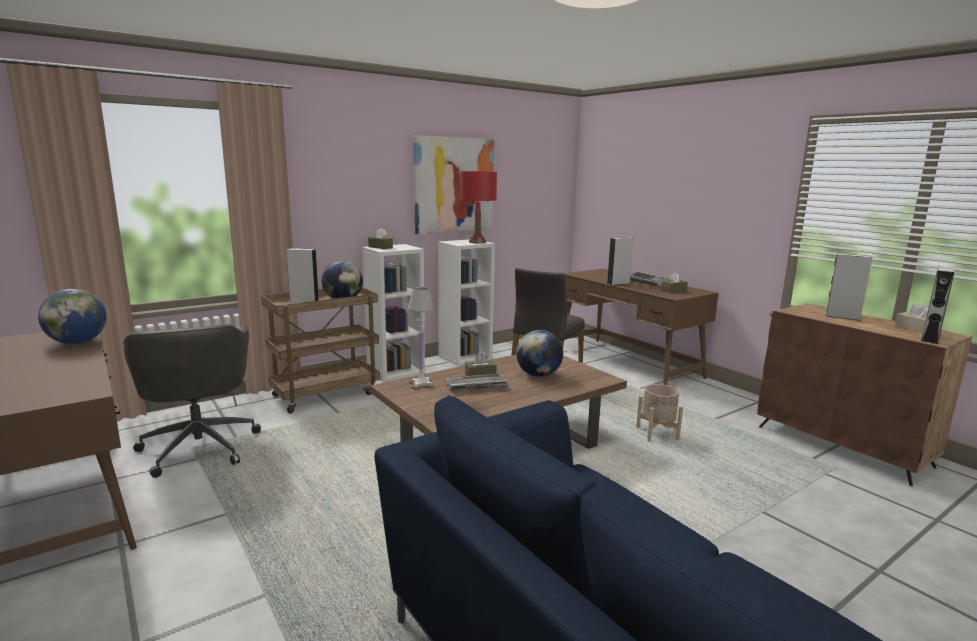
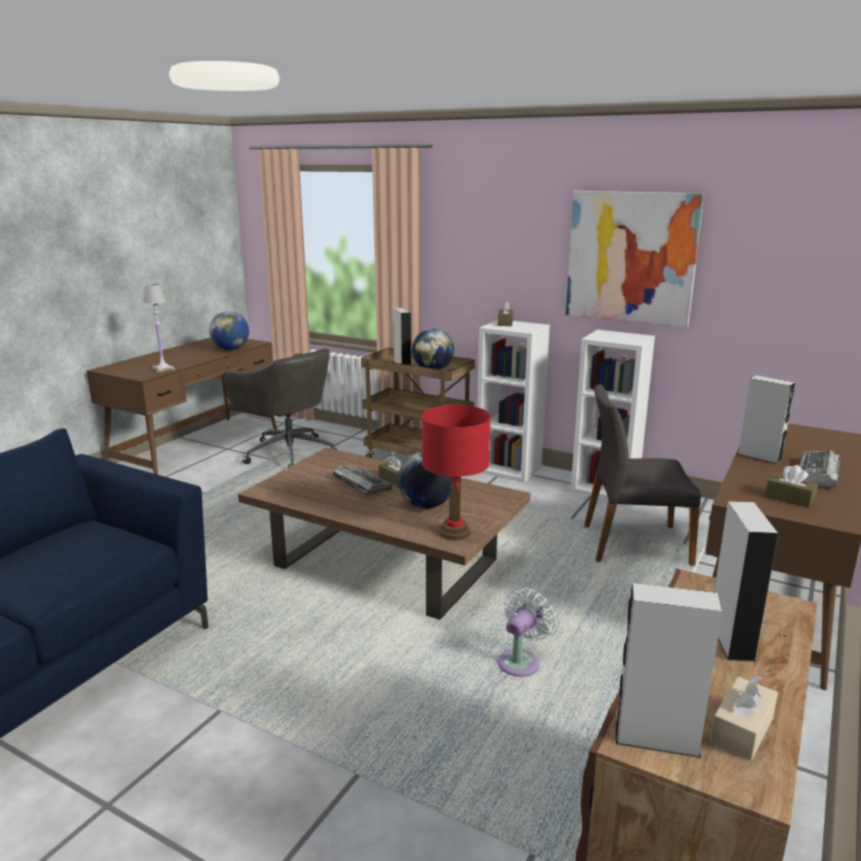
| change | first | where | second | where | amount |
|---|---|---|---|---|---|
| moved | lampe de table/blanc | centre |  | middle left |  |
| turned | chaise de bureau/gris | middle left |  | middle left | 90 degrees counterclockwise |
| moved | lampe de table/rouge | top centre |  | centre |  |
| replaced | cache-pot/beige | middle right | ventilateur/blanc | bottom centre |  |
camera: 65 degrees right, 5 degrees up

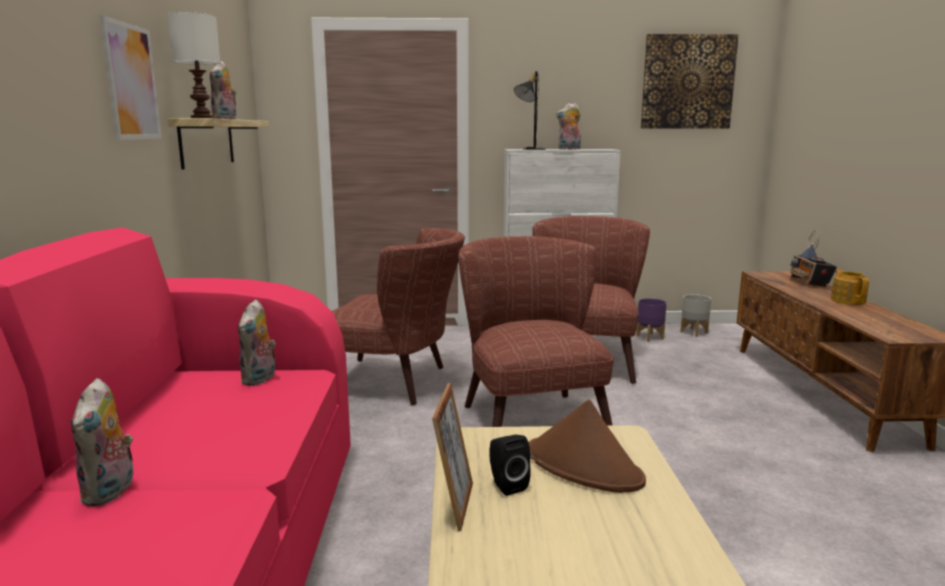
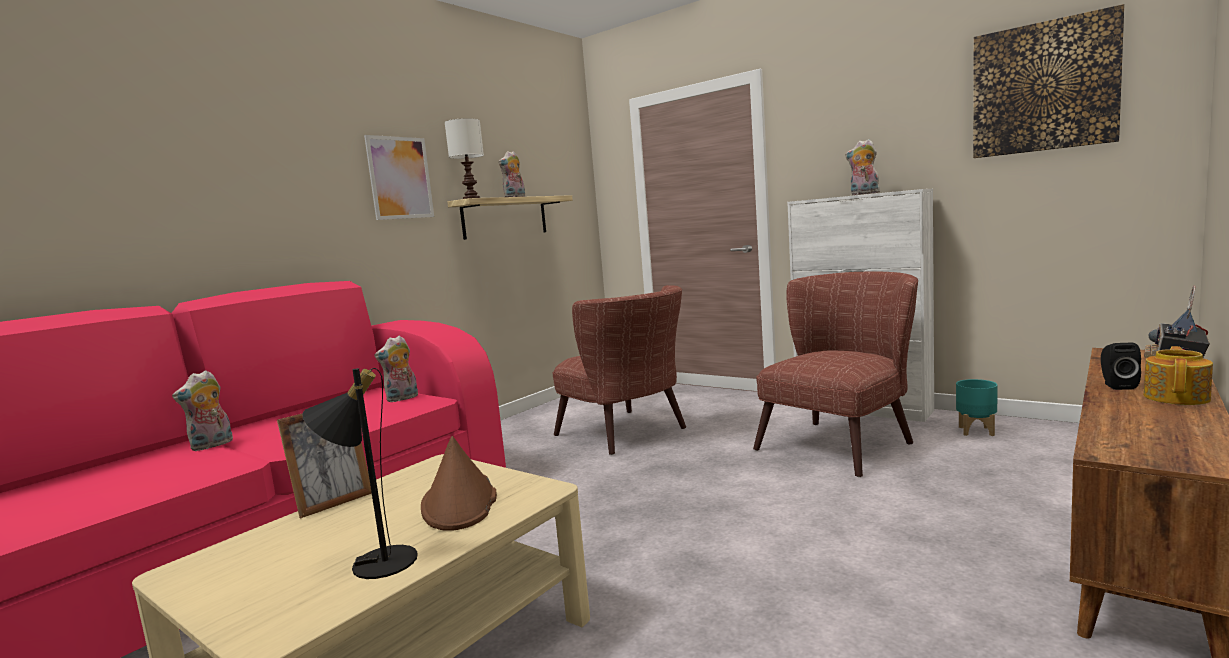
| change | first | where | second | where | amount |
|---|---|---|---|---|---|
| moved | lampe de table/noir | top centre |  | bottom left |  |
| recoloured | cache-pot/violet | middle right | cache-pot/turquoise | middle right |  |
| moved | enceinte/noir | bottom centre |  | middle right |  |
| removed | fauteuil/marron (2nd from left) | centre |  |  |  |
| removed | cache-pot/gris | middle right |  |  |  |
camera: 40 degrees right, 5 degrees down

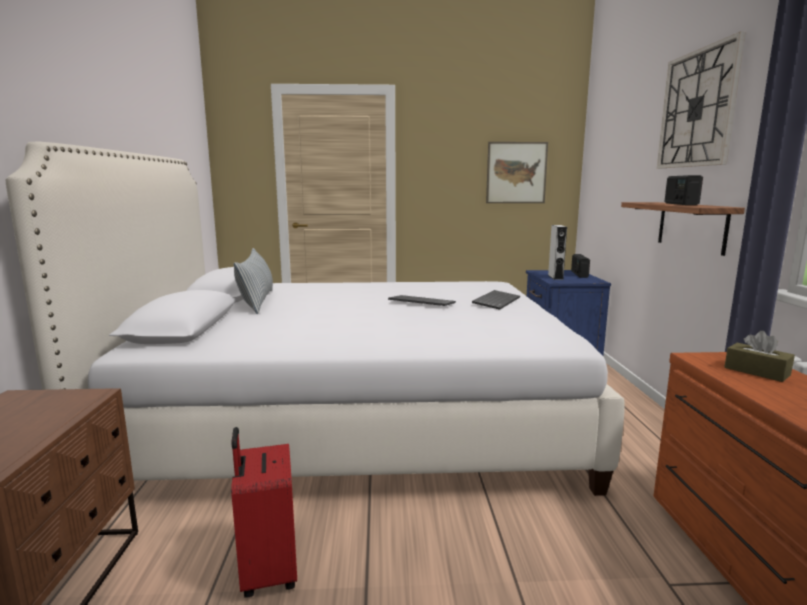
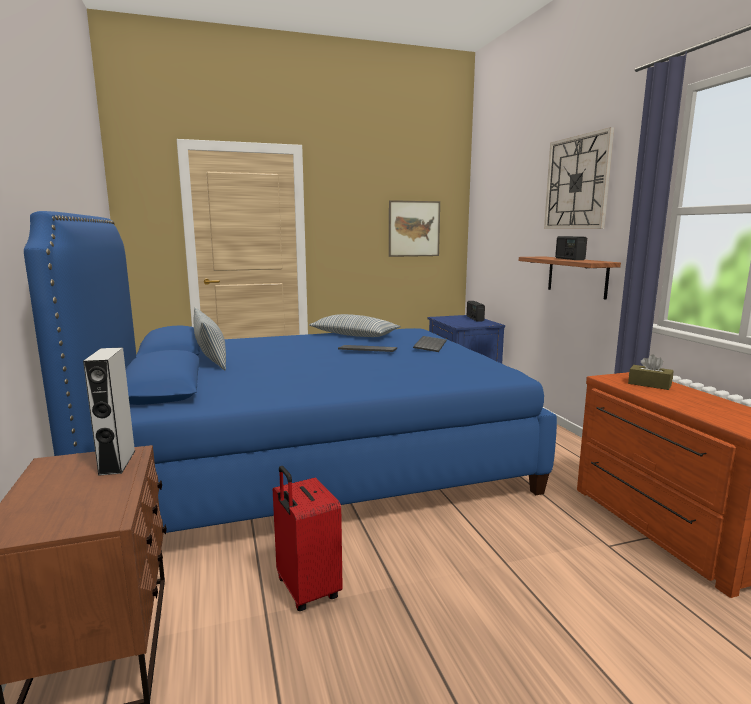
| change | first | where | second | where | amount |
|---|---|---|---|---|---|
| recoloured | lit/blanc | centre | lit/bleu | centre |  |
| moved | enceinte/gris | middle right |  | middle left |  |
| added |  |  | coussin (2nd from left) | centre |  |
camera: 15 degrees left, 0 degrees up

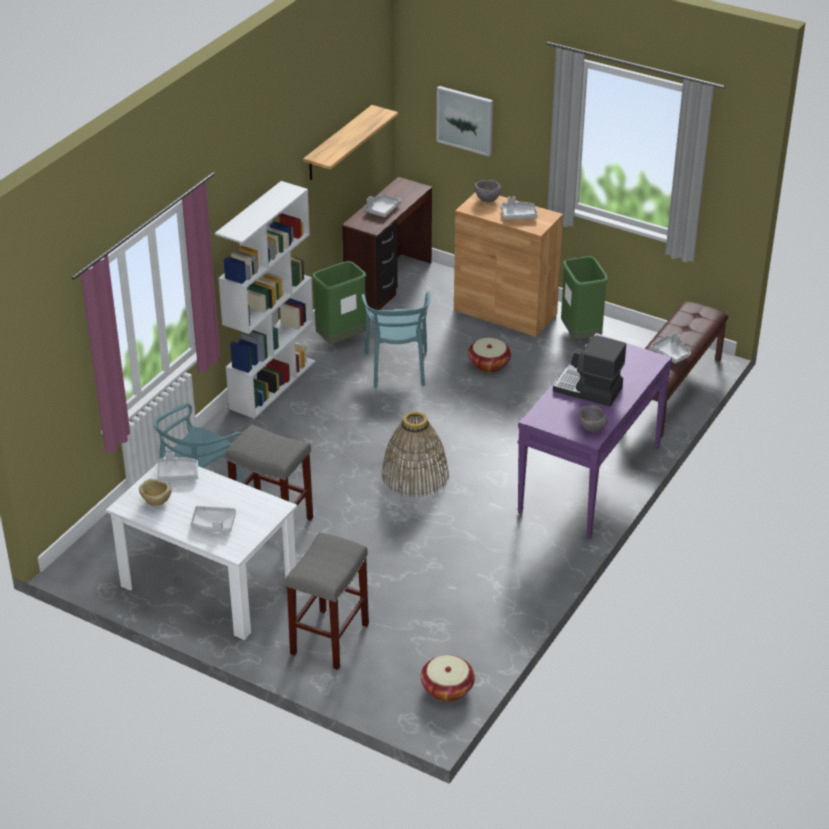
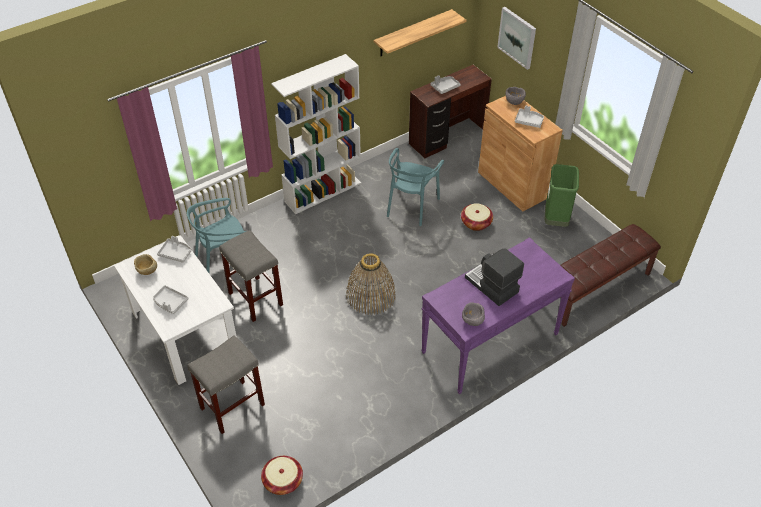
| change | first | where | second | where | amount |
|---|---|---|---|---|---|
| removed | poubelle/vert (1st from left) | centre |  |  |  |
| removed | plateau/gris (5th from left) | middle right |  |  |  |
camera: 25 degrees right, 10 degrees up

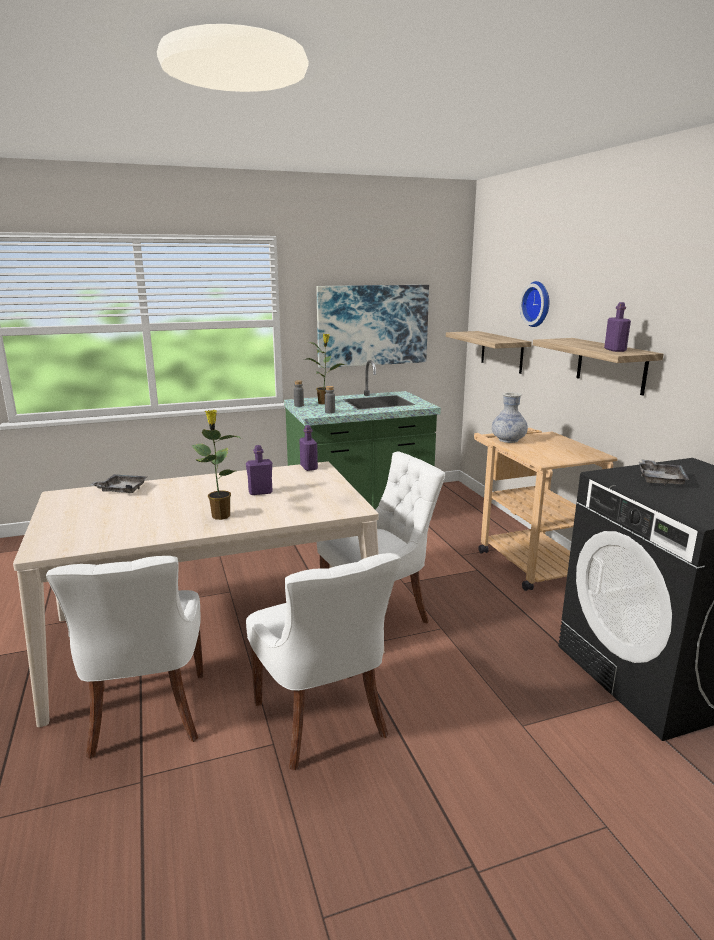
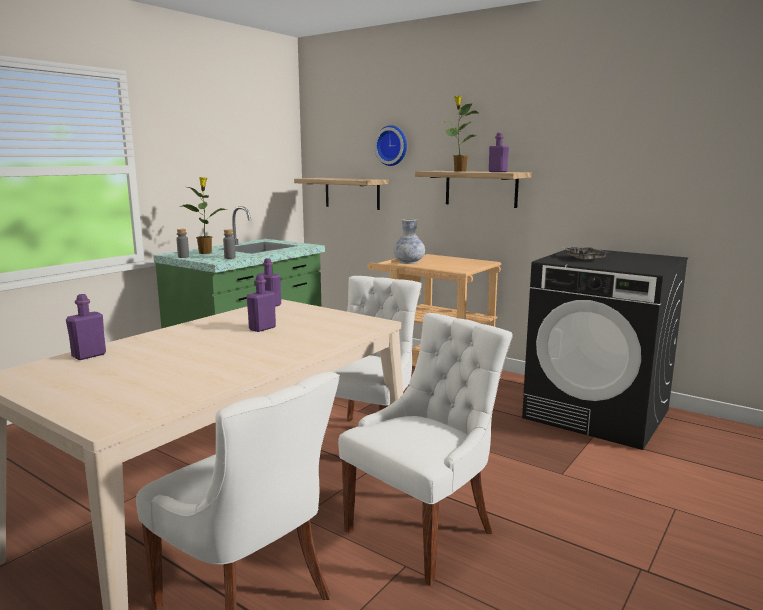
| change | first | where | second | where | amount |
|---|---|---|---|---|---|
| replaced | plateau/gris (1st from left) | middle left | bouteille/violet (1st from left) | middle left |  |
| turned | chaise/blanc (2nd from left in the first image) | bottom centre | chaise/blanc (3rd from left) | bottom centre | 75 degrees counterclockwise |
| moved | plante en pot (1st from left in the first image) | middle left | plante en pot (2nd from left) | top centre |  |
| removed | tableau | centre |  |  |  |
camera: 35 degrees left, 5 degrees down

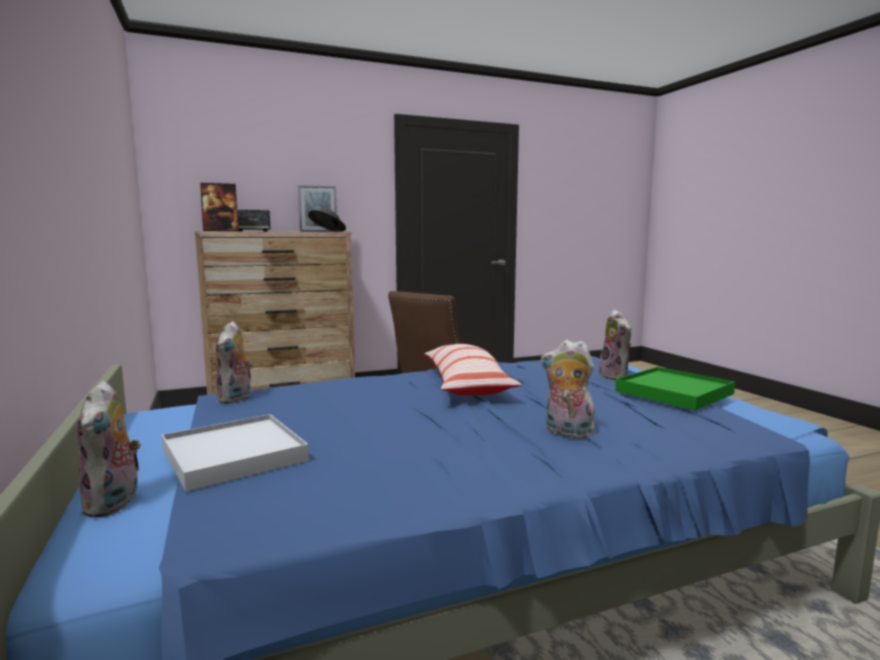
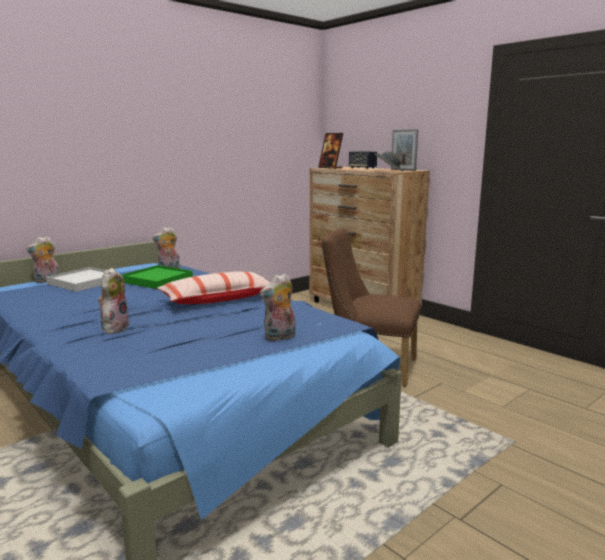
| change | first | where | second | where | amount |
|---|---|---|---|---|---|
| moved | plateau/vert | middle right |  | middle left |  |
camera: 70 degrees right, 5 degrees up

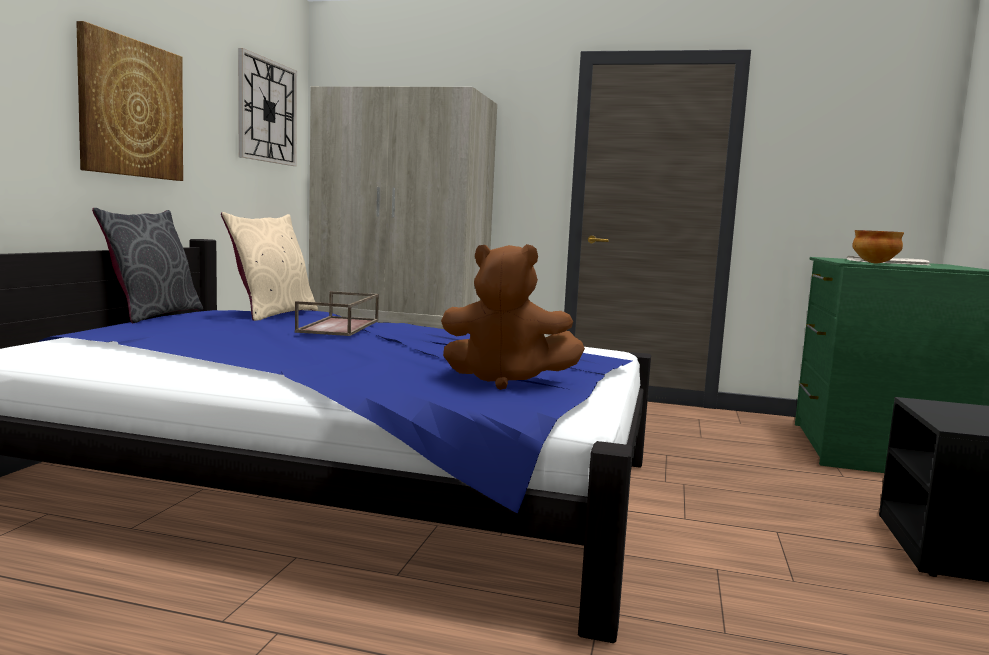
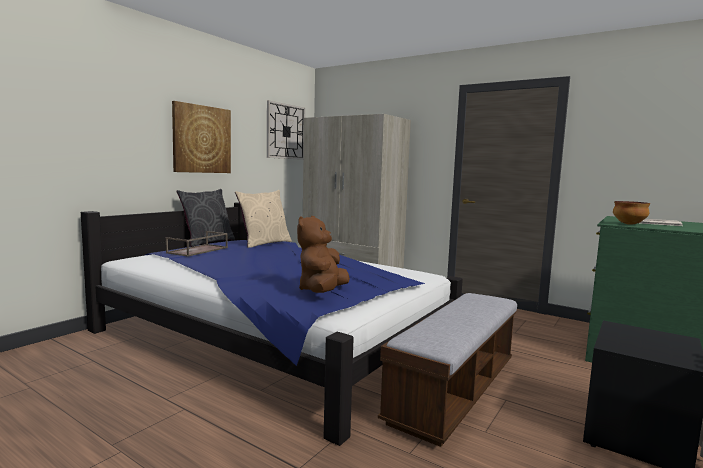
| change | first | where | second | where | amount |
|---|---|---|---|---|---|
| moved | plateau/marron | centre |  | middle left |  |
| turned | peluche/marron | centre |  | centre | 75 degrees clockwise |
| added |  |  | banc | bottom centre |  |
camera: 20 degrees right, 0 degrees up

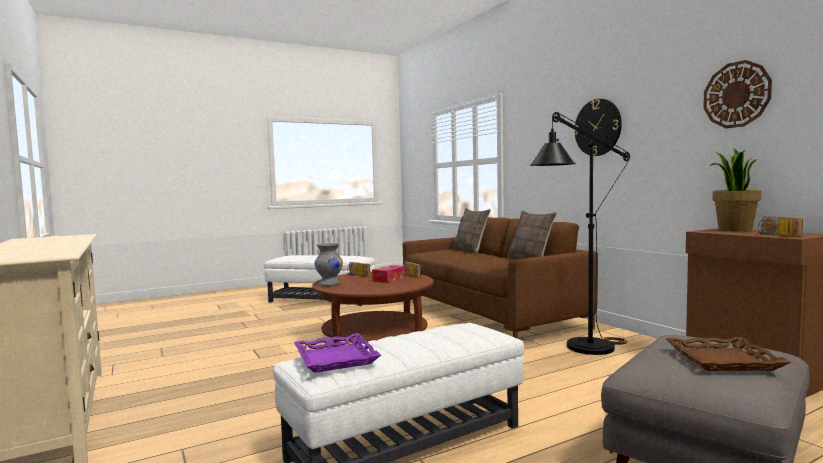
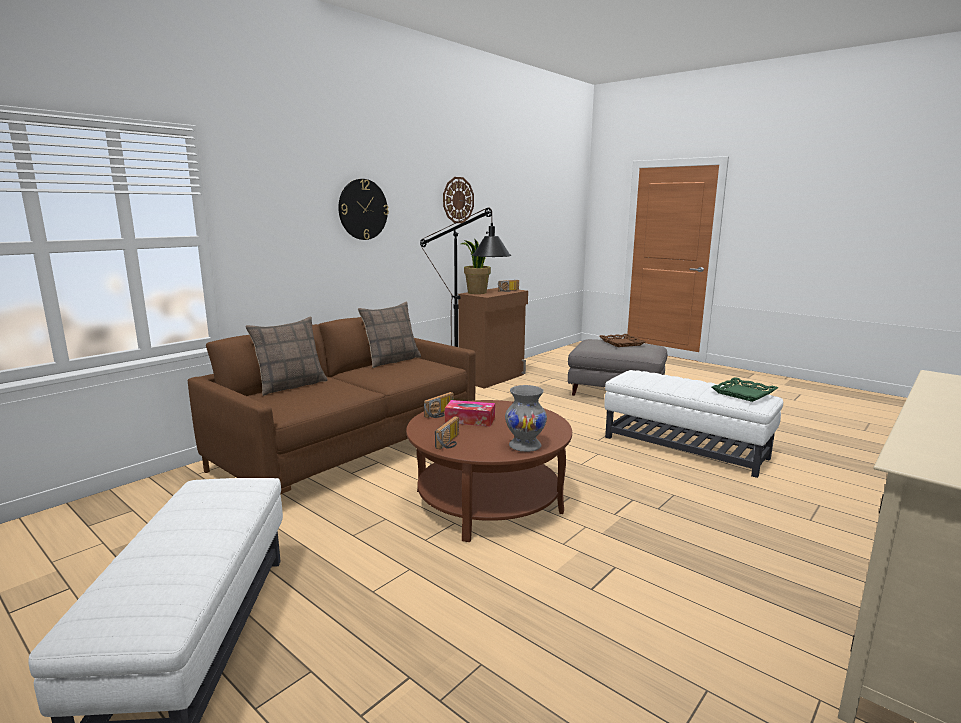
| change | first | where | second | where | amount |
|---|---|---|---|---|---|
| recoloured | plateau/violet | bottom centre | plateau/vert | middle right |  |
camera: 110 degrees left, 10 degrees up

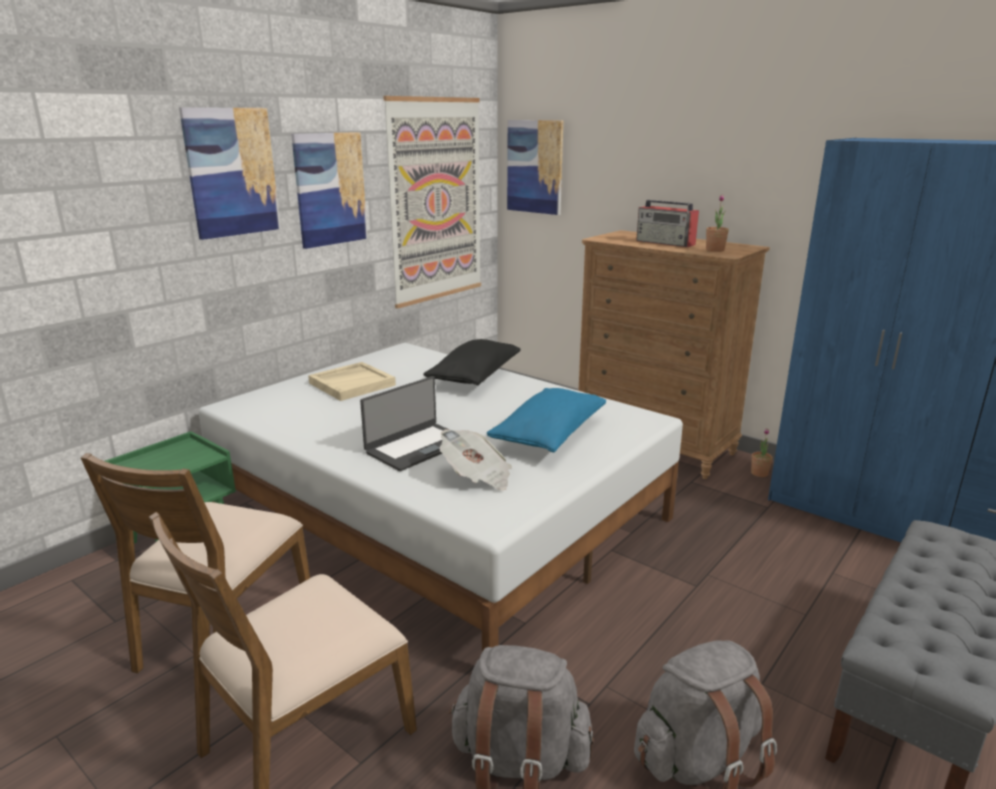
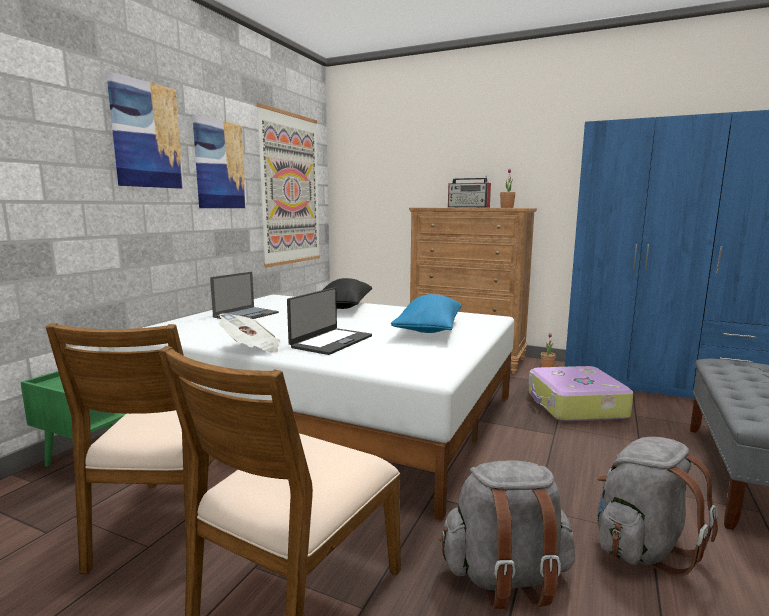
| change | first | where | second | where | amount |
|---|---|---|---|---|---|
| replaced | plateau/beige | centre | ordinateur portable (1st from left) | middle left |  |
| moved | journal | centre |  | middle left |  |
| added |  |  | valise | middle right |  |
| removed | tableau (4th from left) | top centre |  |  |  |
camera: 15 degrees left, 10 degrees down

